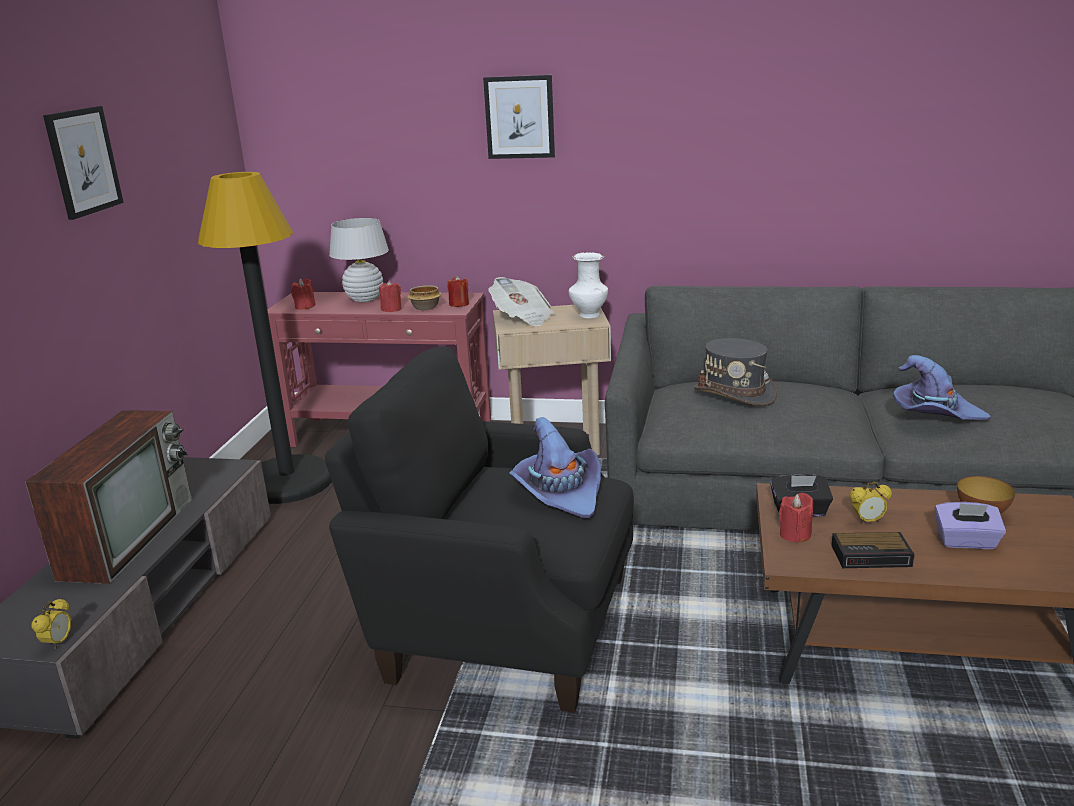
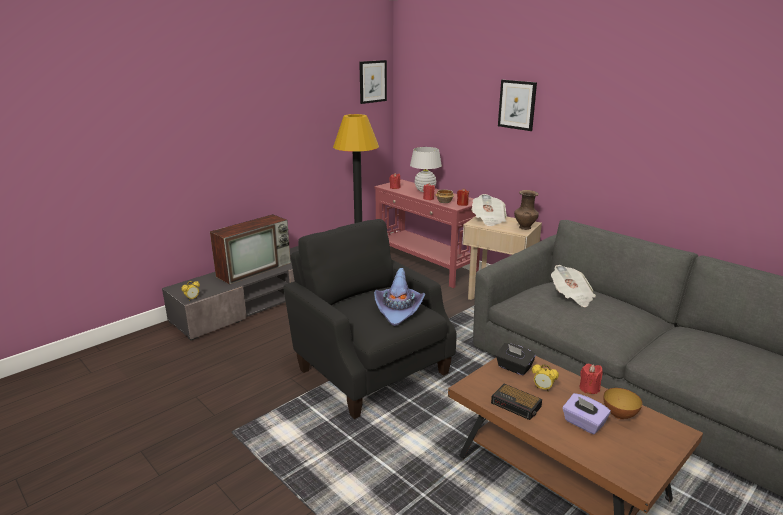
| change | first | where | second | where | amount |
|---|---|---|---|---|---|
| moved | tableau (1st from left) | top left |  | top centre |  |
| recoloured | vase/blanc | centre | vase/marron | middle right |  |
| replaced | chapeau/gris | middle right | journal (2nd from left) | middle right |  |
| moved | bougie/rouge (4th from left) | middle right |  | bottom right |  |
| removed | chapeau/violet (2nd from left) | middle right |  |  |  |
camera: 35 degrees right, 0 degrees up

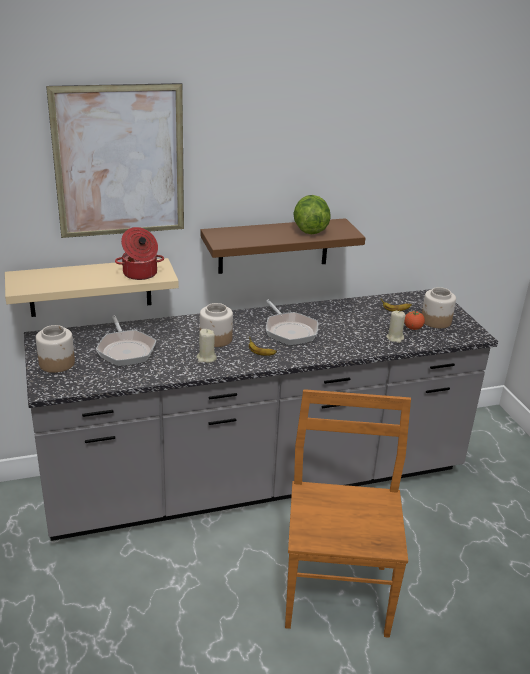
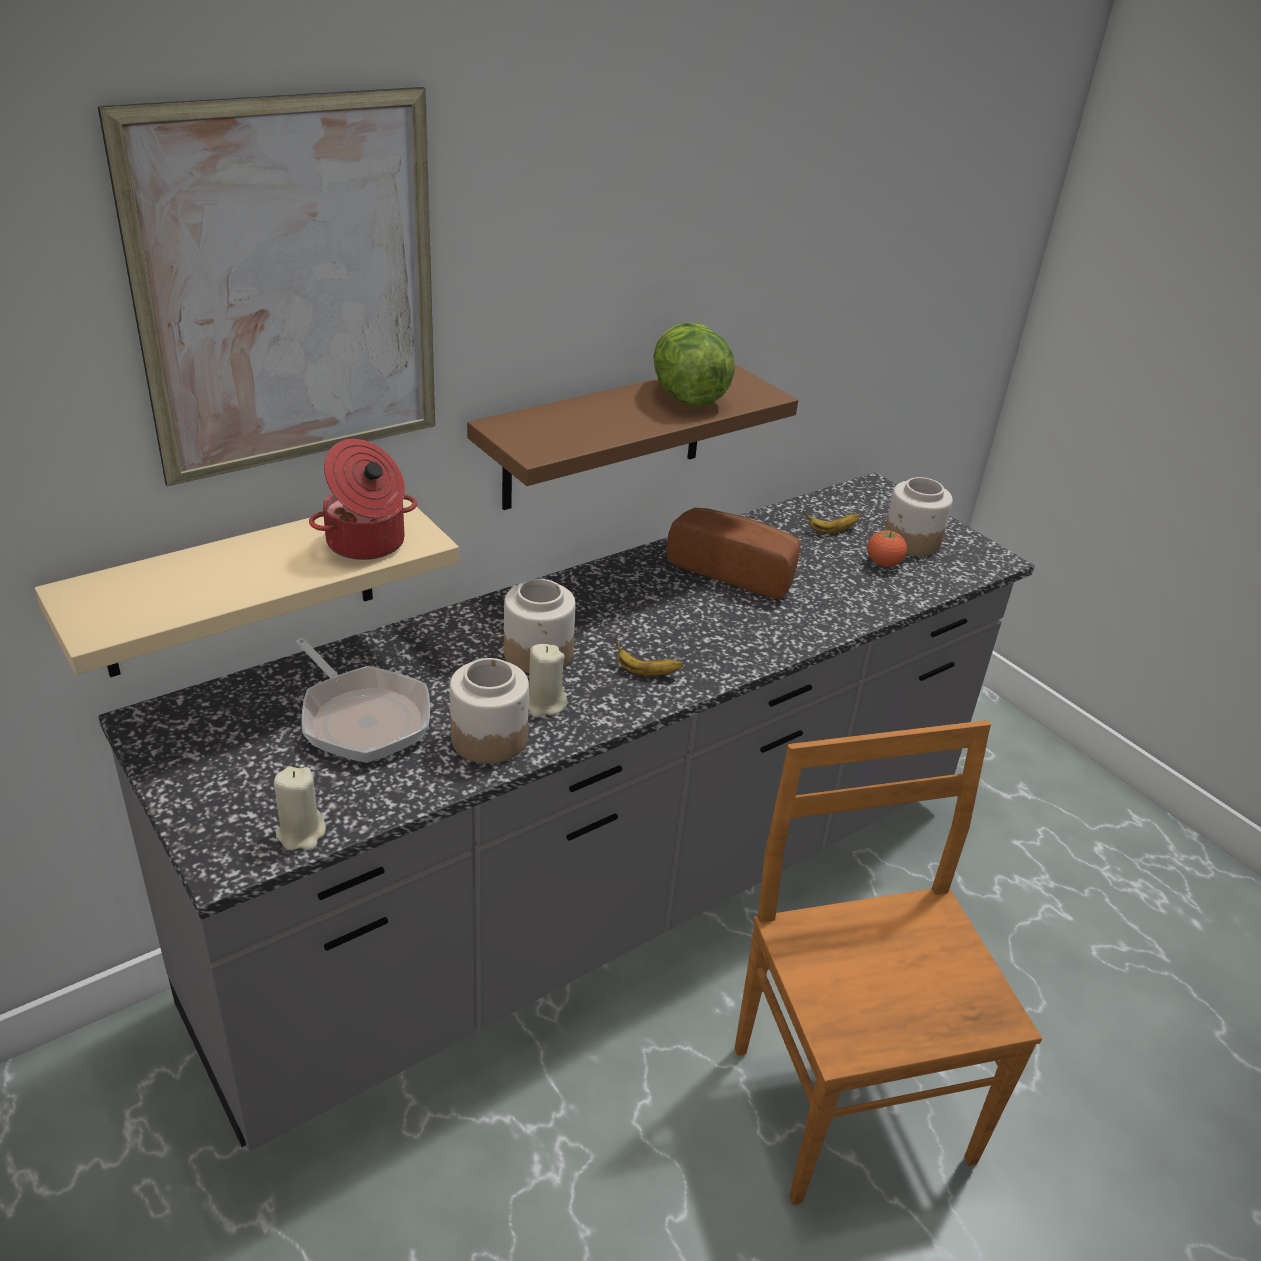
| change | first | where | second | where | amount |
|---|---|---|---|---|---|
| moved | bougie/beige (2nd from left in the first image) | middle right | bougie/beige (1st from left) | middle left |  |
| moved | bocal (1st from left) | middle left |  | centre |  |
| added |  |  | pain | centre |  |
| removed | poêle (2nd from left) | centre |  |  |  |
camera: 20 degrees left, 5 degrees up

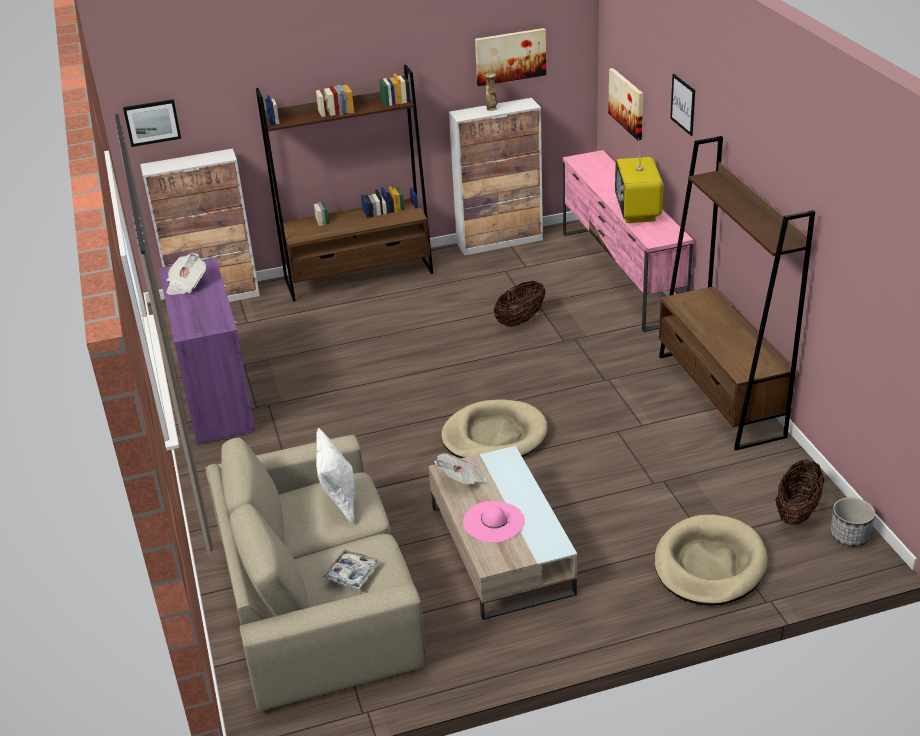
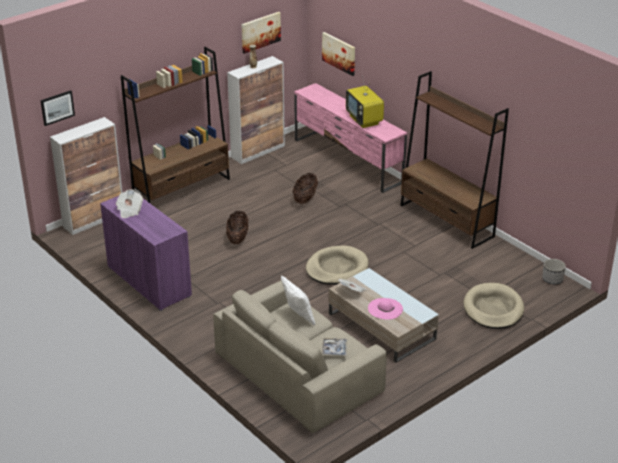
| change | first | where | second | where | amount |
|---|---|---|---|---|---|
| moved | panier (2nd from left in the first image) | bottom right | panier (1st from left) | centre |  |
| removed | tableau (4th from left) | top right |  |  |  |
camera: 25 degrees left, 0 degrees up

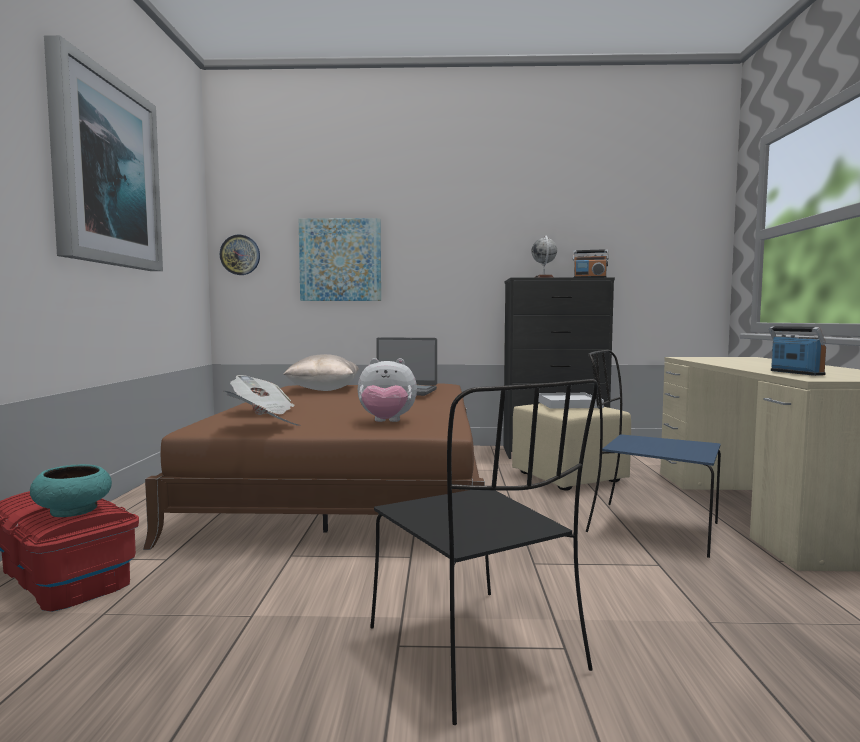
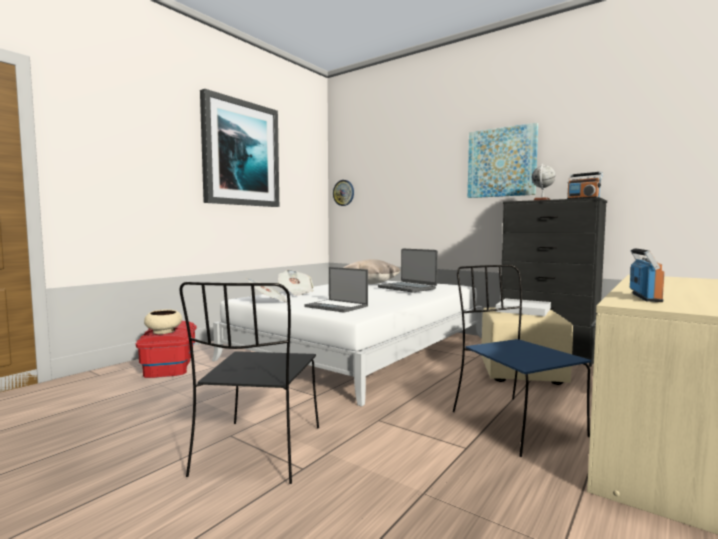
| change | first | where | second | where | amount |
|---|---|---|---|---|---|
| recoloured | bol/turquoise | middle left | bol/beige | middle left |  |
| recoloured | lit/marron | centre | lit/blanc | centre |  |
| replaced | peluche | centre | ordinateur portable (1st from left) | centre |  |
| moved | tableau (2nd from left) | centre |  | top right |  |
camera: 35 degrees right, 0 degrees up

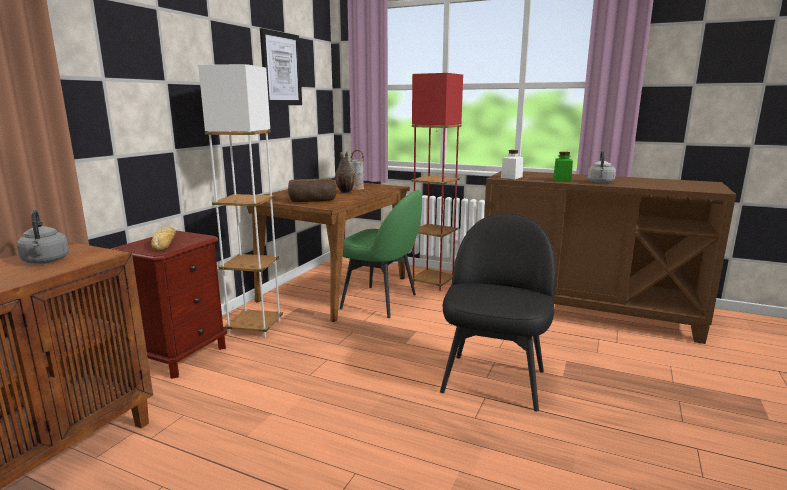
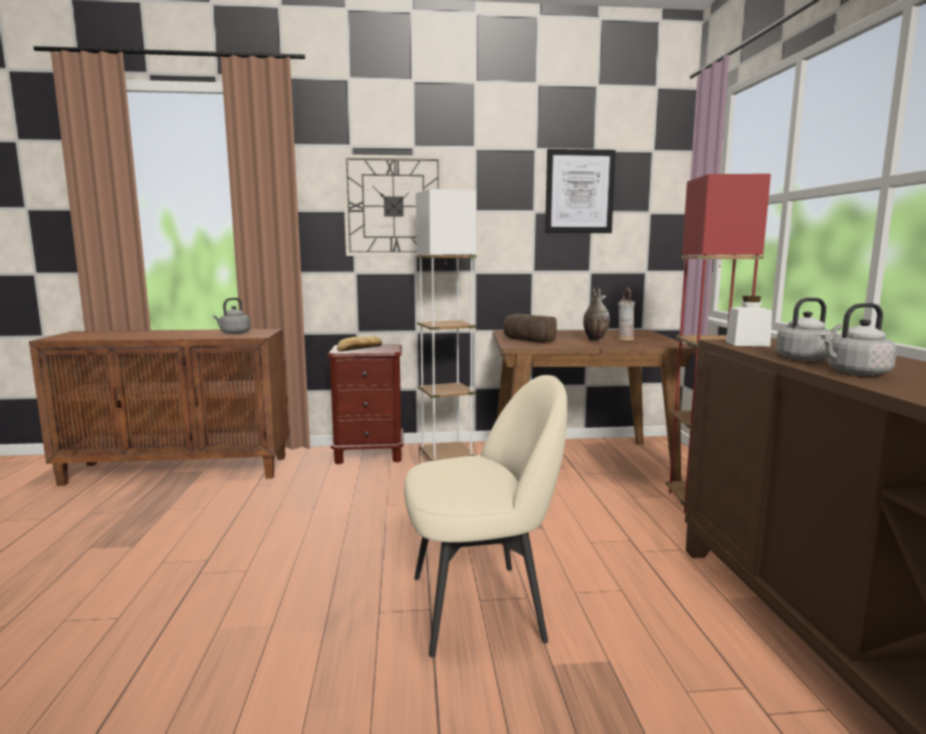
| change | first | where | second | where | amount |
|---|---|---|---|---|---|
| added |  |  | horloge murale | top centre |  |
| recoloured | chaise/noir | centre | chaise/beige | bottom centre |  |
| replaced | bocal/vert | middle right | bouilloire/gris (2nd from left) | middle right |  |
| removed | chaise/vert | centre |  |  |  |
camera: 60 degrees right, 5 degrees down

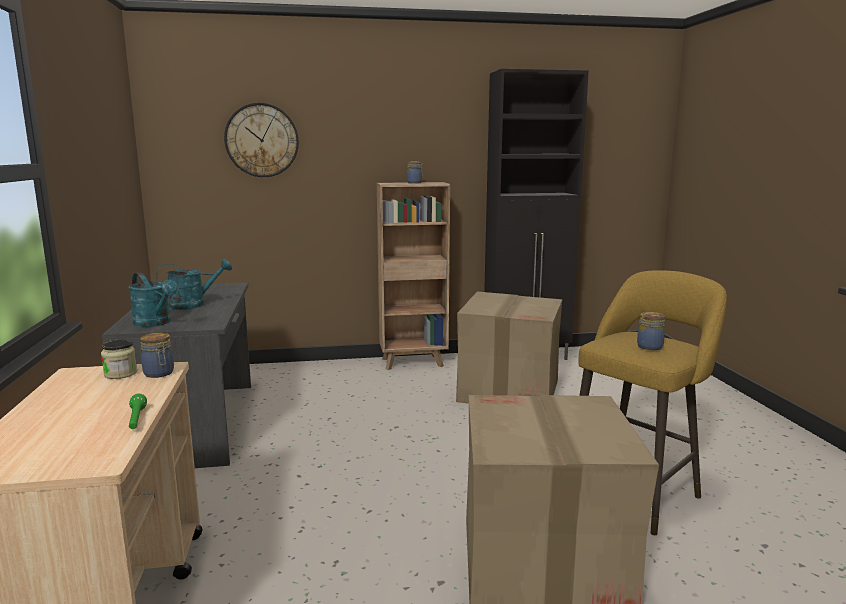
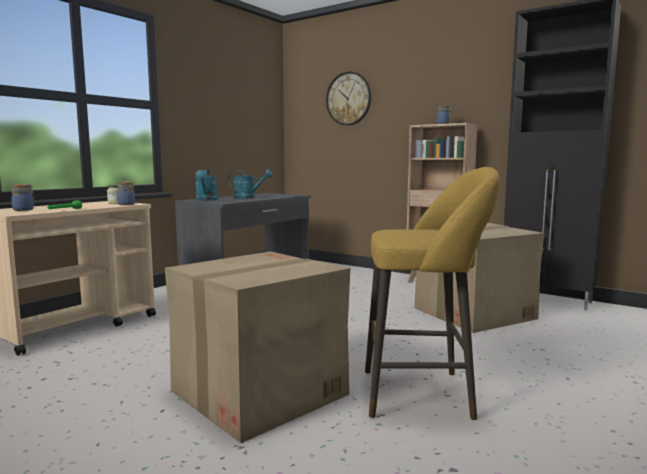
| change | first | where | second | where | amount |
|---|---|---|---|---|---|
| moved | bocal (4th from left in the first image) | middle right | bocal (1st from left) | middle left |  |
camera: 45 degrees right, 5 degrees down

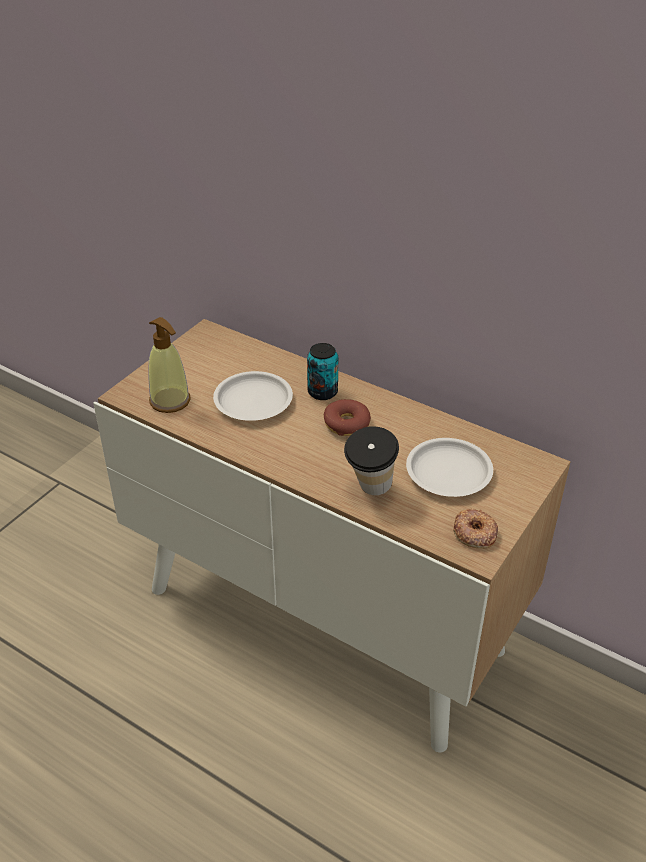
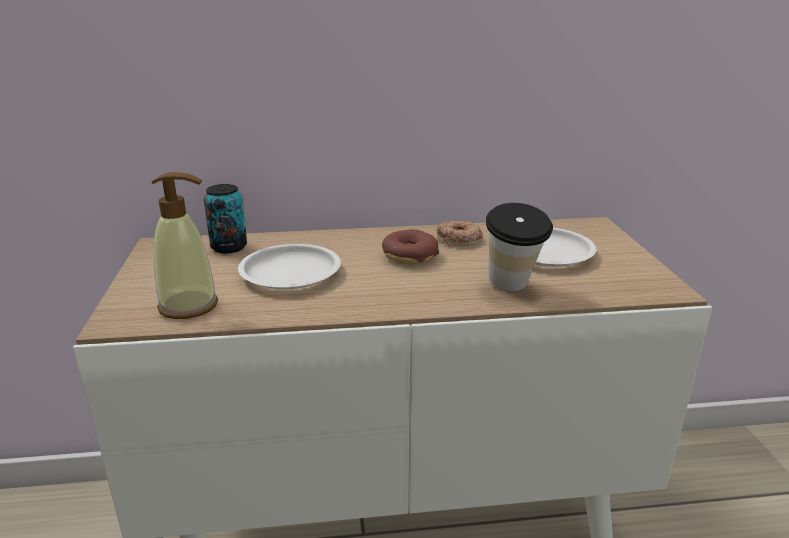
| change | first | where | second | where | amount |
|---|---|---|---|---|---|
| moved | boîte métallique | centre |  | middle left |  |
| moved | beignet (2nd from left) | middle right |  | centre |  |
camera: 40 degrees left, 15 degrees down

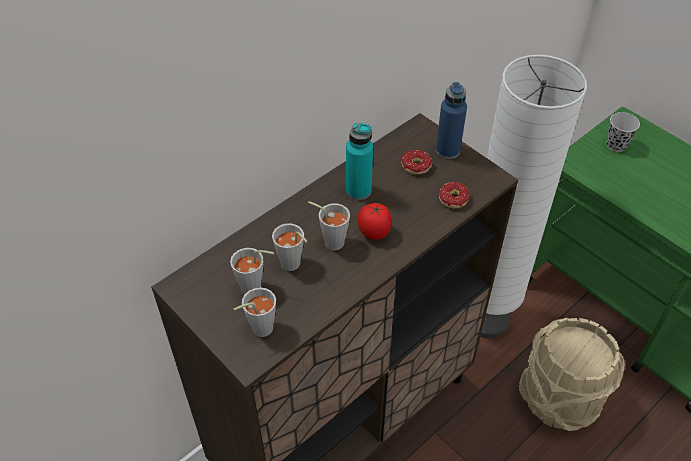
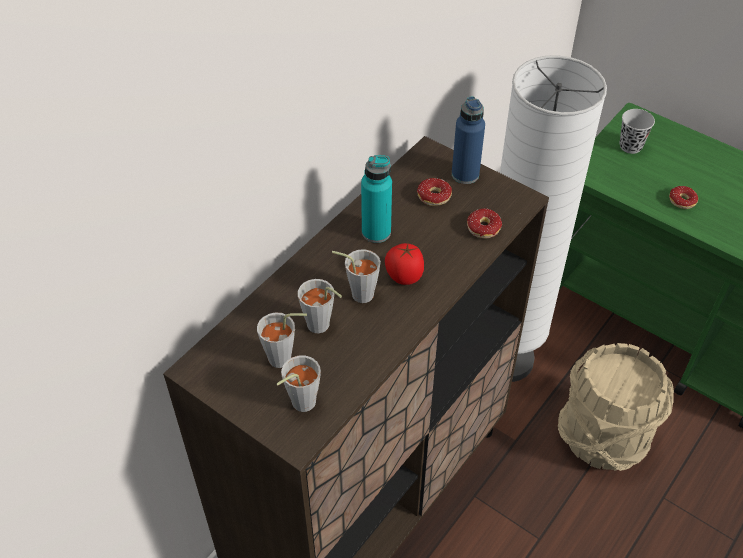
| change | first | where | second | where | amount |
|---|---|---|---|---|---|
| added |  |  | beignet (3rd from left) | middle right |  |
camera: 10 degrees left, 0 degrees up

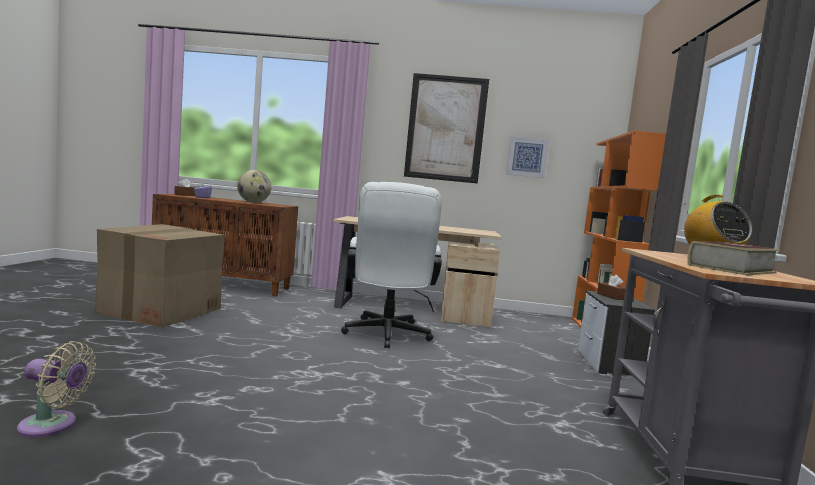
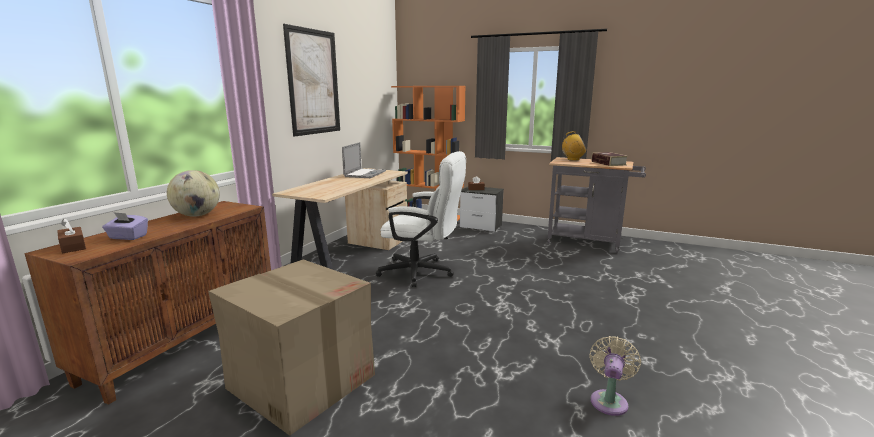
| change | first | where | second | where | amount |
|---|---|---|---|---|---|
| added |  |  | ordinateur portable | centre |  |
| removed | tableau (2nd from left) | top centre |  |  |  |
camera: 70 degrees left, 10 degrees up

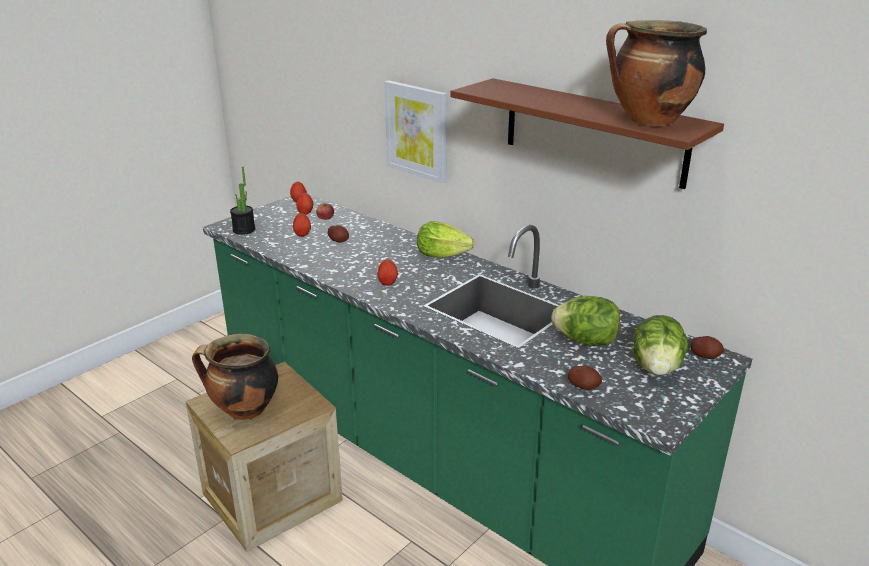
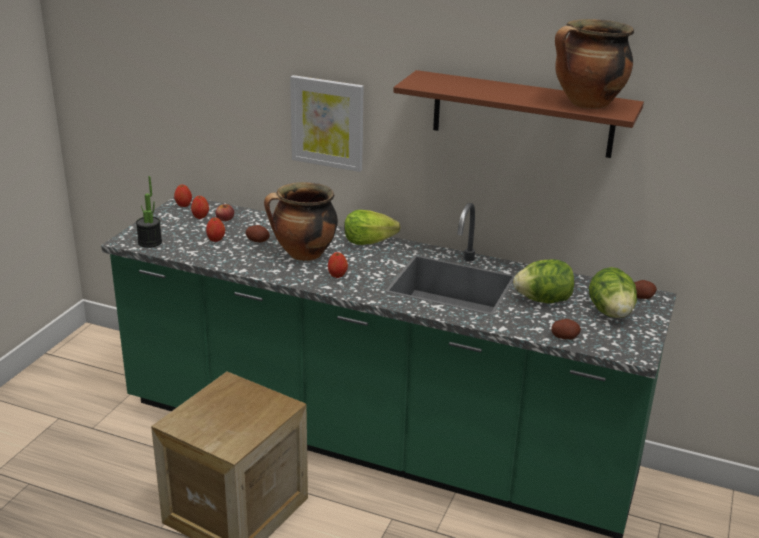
| change | first | where | second | where | amount |
|---|---|---|---|---|---|
| moved | marmite (1st from left) | middle left |  | centre |  |
camera: 20 degrees left, 0 degrees up

